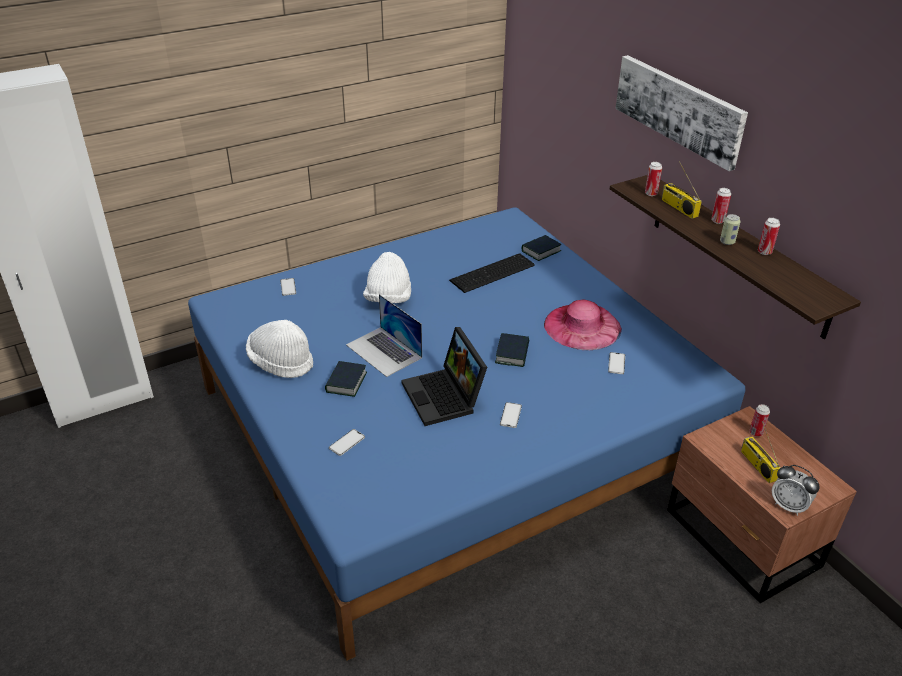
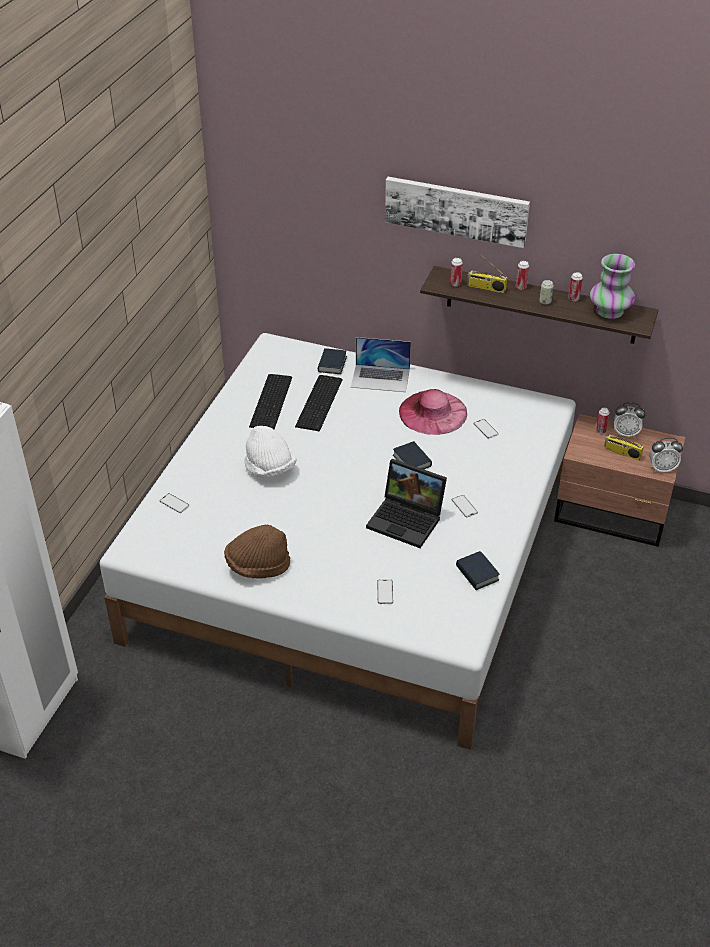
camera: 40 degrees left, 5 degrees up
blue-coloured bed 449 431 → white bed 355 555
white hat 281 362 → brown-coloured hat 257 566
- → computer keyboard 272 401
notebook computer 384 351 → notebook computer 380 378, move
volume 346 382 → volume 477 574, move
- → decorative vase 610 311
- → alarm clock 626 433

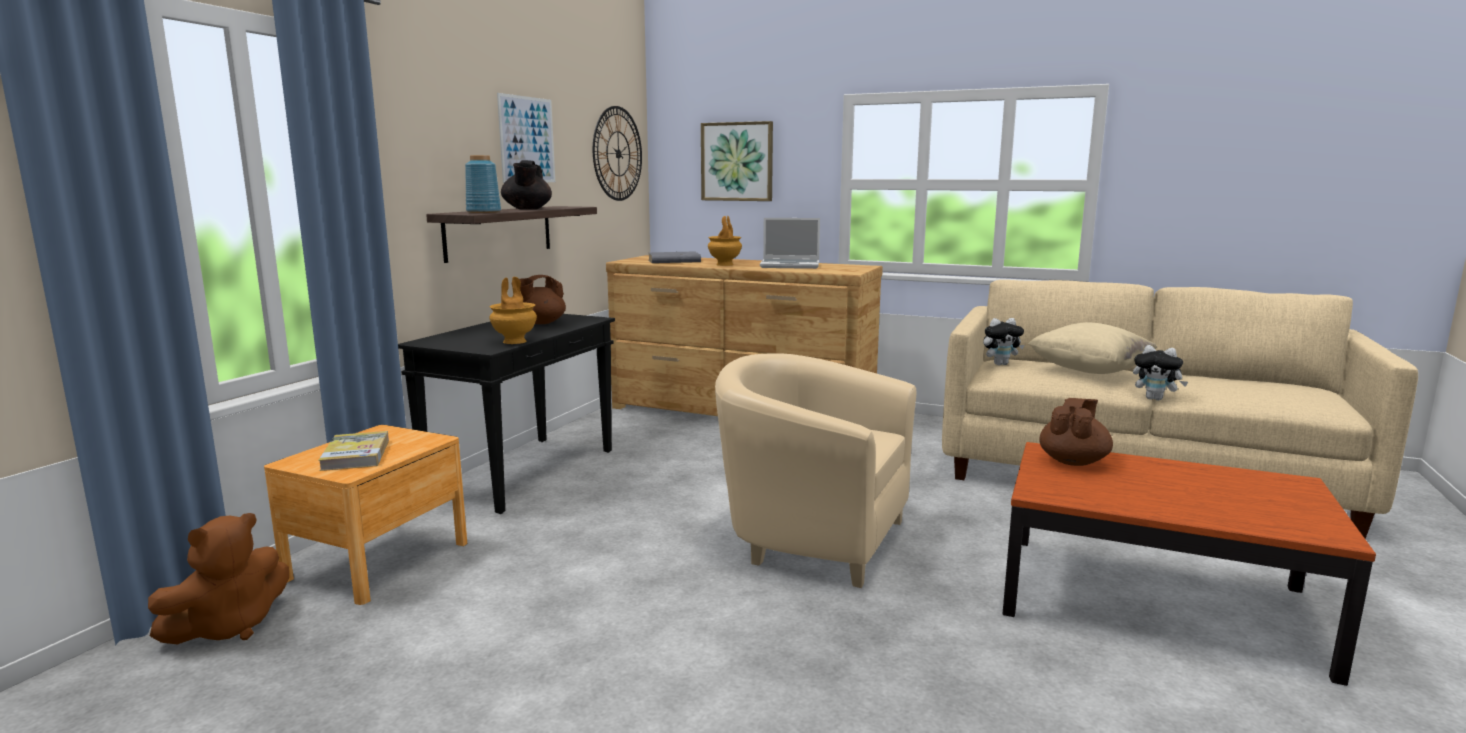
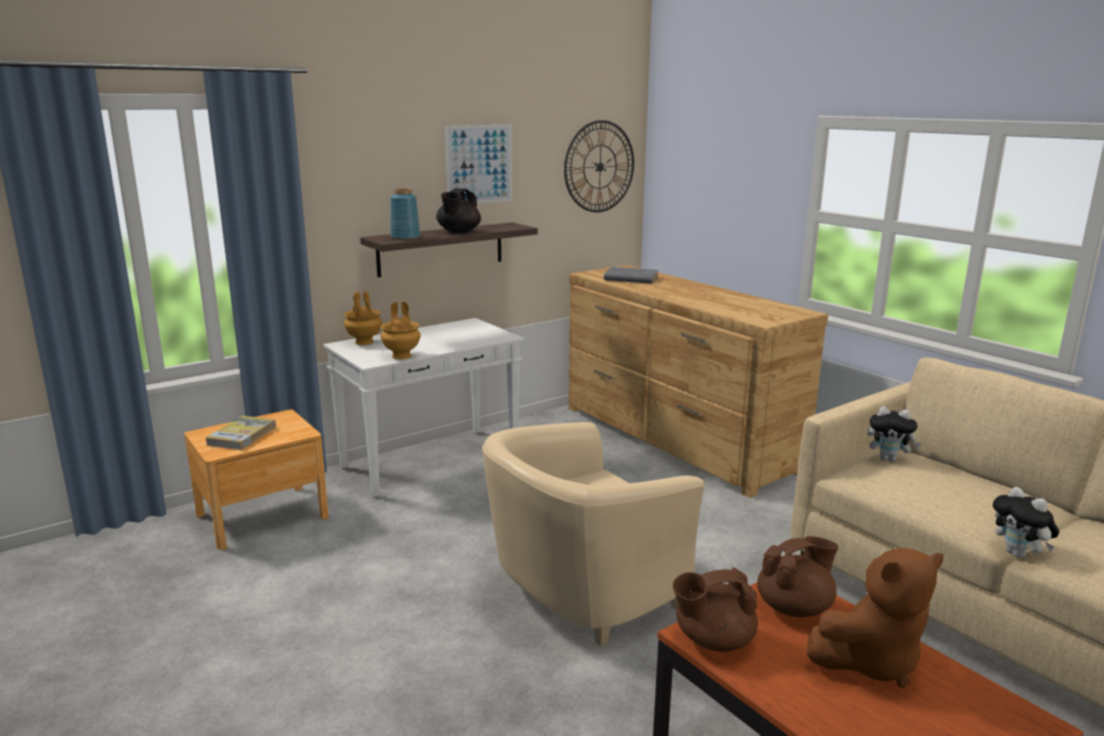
camera: 30 degrees right, 5 degrees up
black-coloured console table 524 472 → white console table 431 461
brown-coloured decorative vase 724 264 → brown-coloured decorative vase 364 342, move
sand-coloured armchair 811 538 → sand-coloured armchair 579 596, 90 degrees counterclockwise
brown-coloured tea pot 540 323 → brown-coloured tea pot 712 640, move
brown-coloured cuddly toy 229 627 → brown-coloured cuddly toy 870 661, move
picture 737 161 → -
notebook computer 791 265 → -
sand-coloured cushion 1089 372 → -

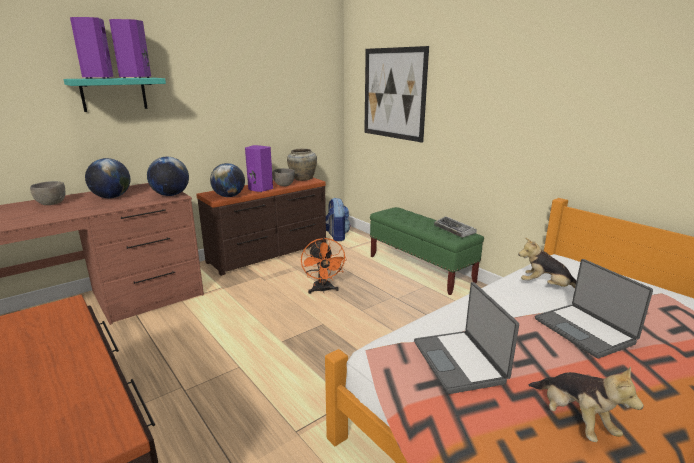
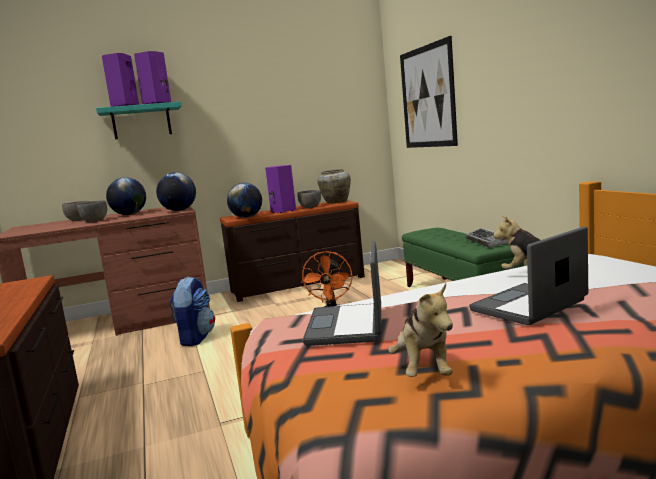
camera: 20 degrees right, 10 degrees down
- → grey bowl 95 221
knapsack 336 236 → knapsack 195 338, move
notebook computer 585 330 → notebook computer 530 306, 60 degrees clockwise

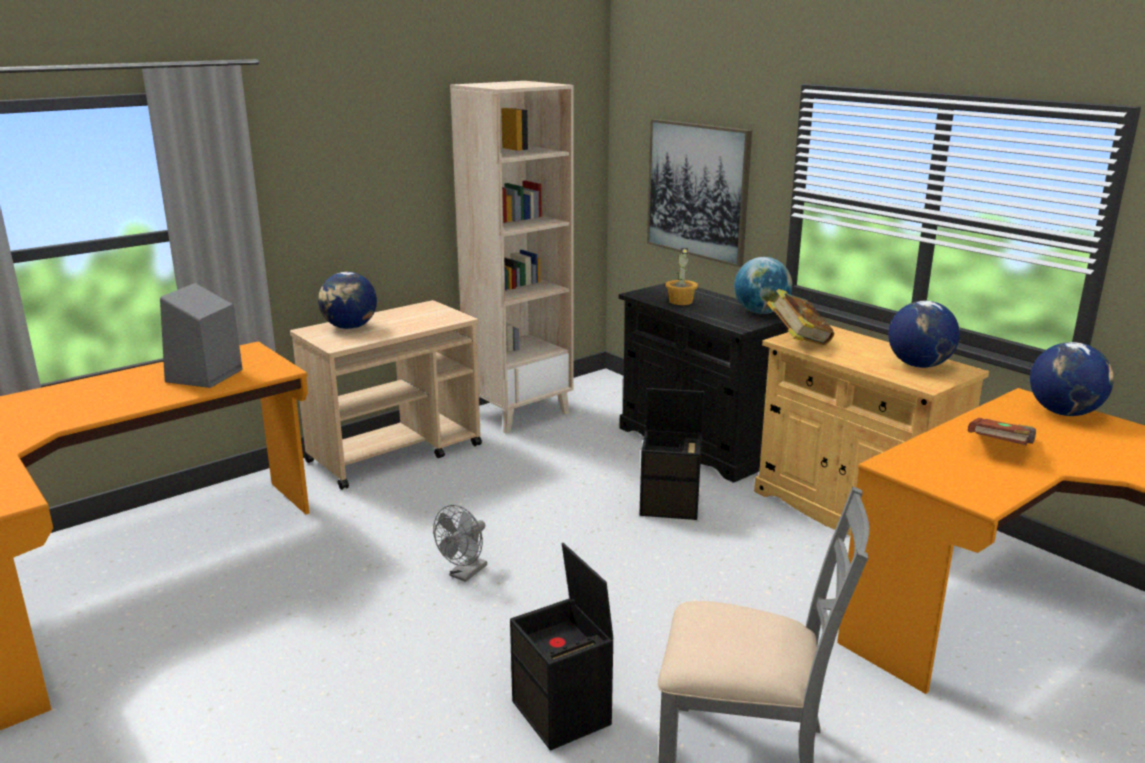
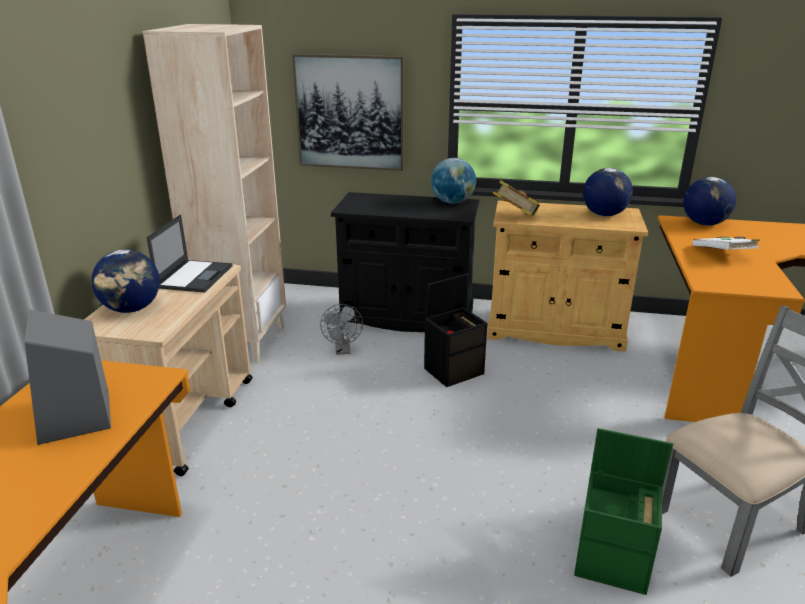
camera: 40 degrees left, 5 degrees up
- → notebook computer 195 276
grey electric fan 465 574 → grey electric fan 343 350, move
black-coloured storage bin 563 713 → green-coloured storage bin 613 562
brown-coloured volume 1000 447 → white volume 723 254
houseplant 680 301 → -

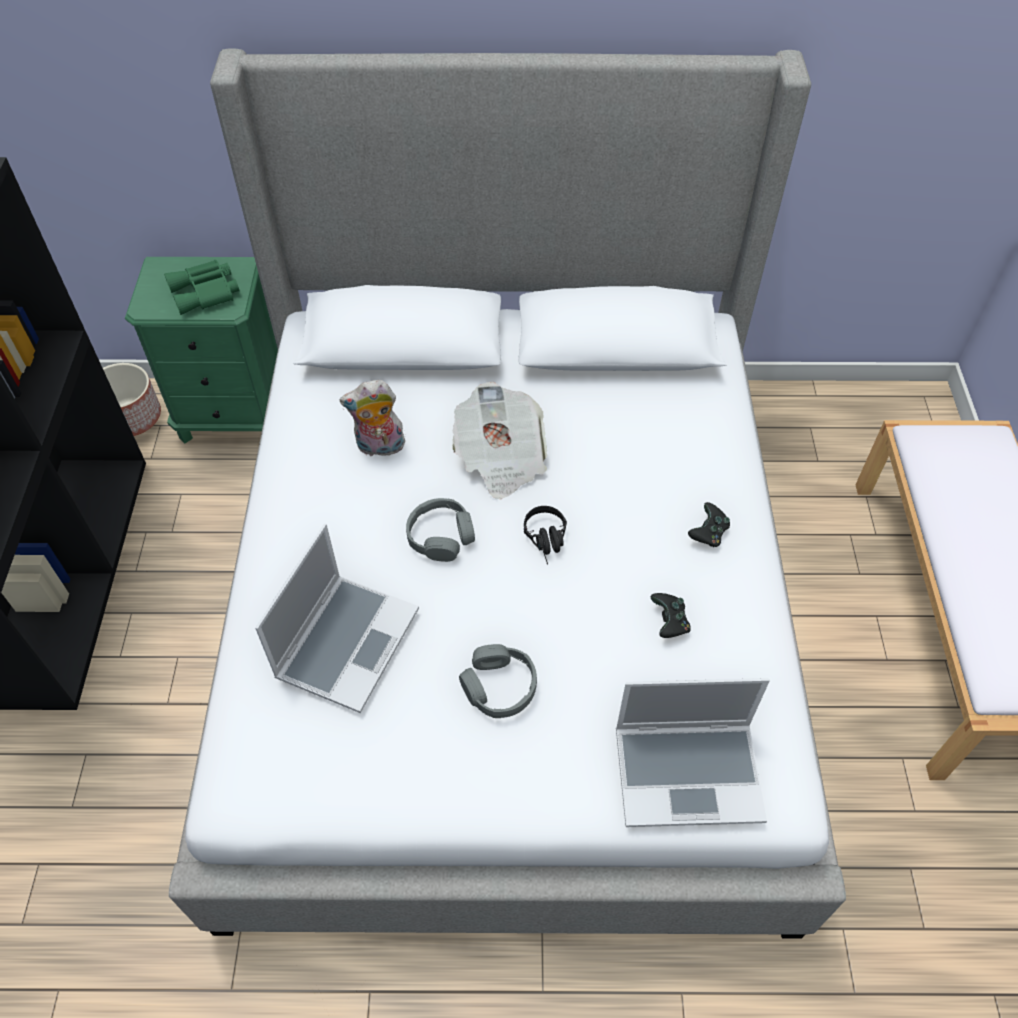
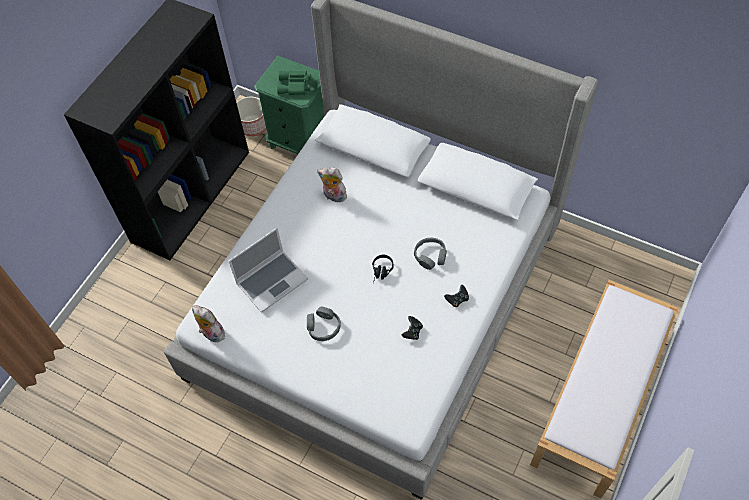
camera: 30 degrees right, 5 degrees up
- → cuddly toy 211 333
grey headset 441 536 → grey headset 430 256, move
daily paper 500 458 → -
notebook computer 689 772 → -

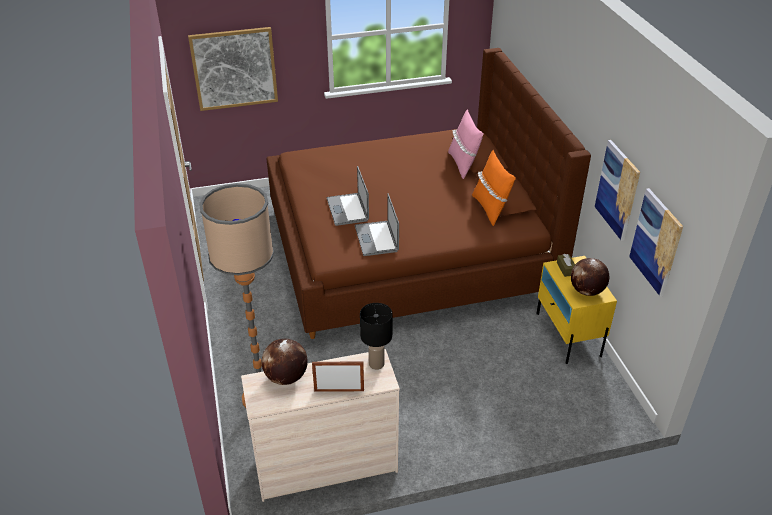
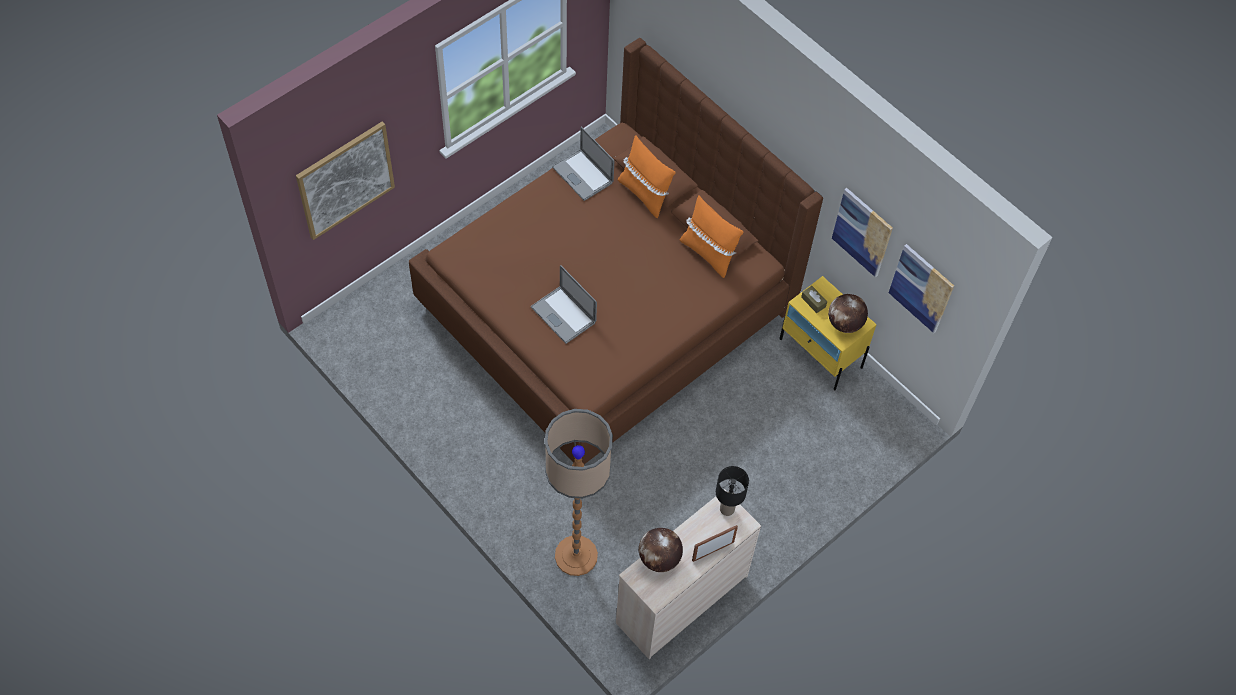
camera: 30 degrees left, 20 degrees up
notebook computer 376 238 → notebook computer 582 175, move
pink cushion 463 164 → orangey cushion 644 194

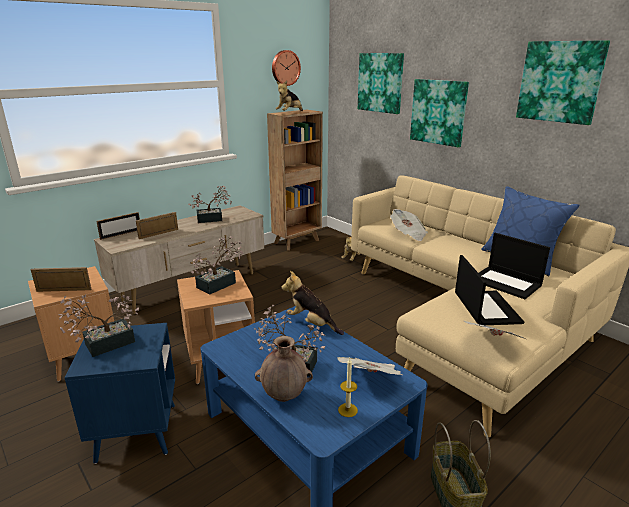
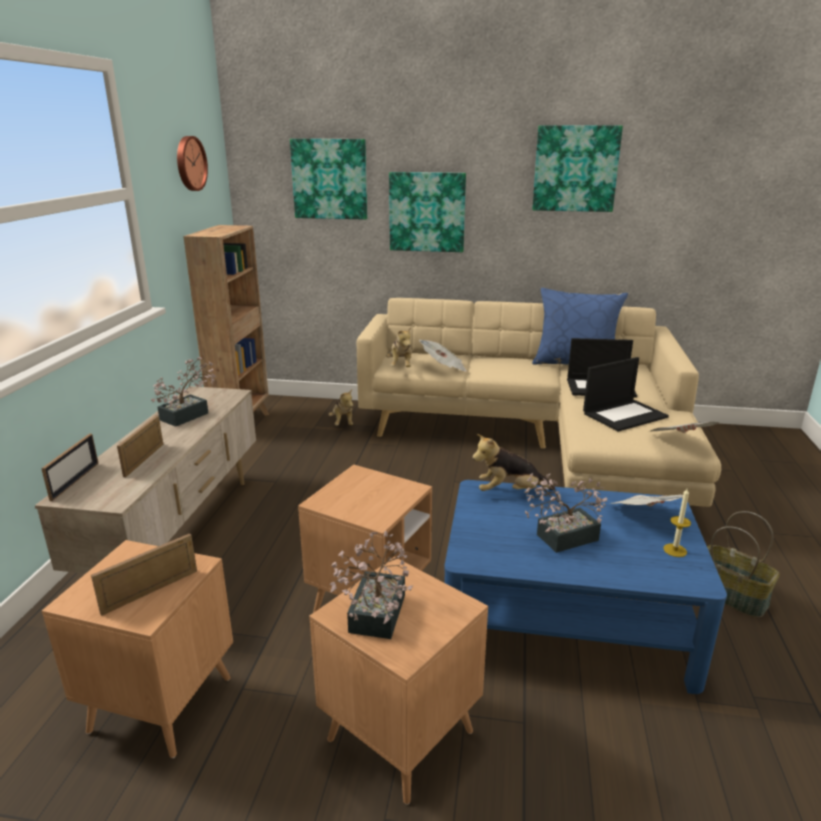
camera: 40 degrees left, 0 degrees up
blue-coloured accent table 137 432 → brown-coloured accent table 400 736
cuddly toy 289 113 → cuddly toy 401 366, move
notebook computer 485 307 → notebook computer 624 415, 105 degrees clockwise
houseplant 220 284 → -
brown-coloured decorative vase 284 396 → -

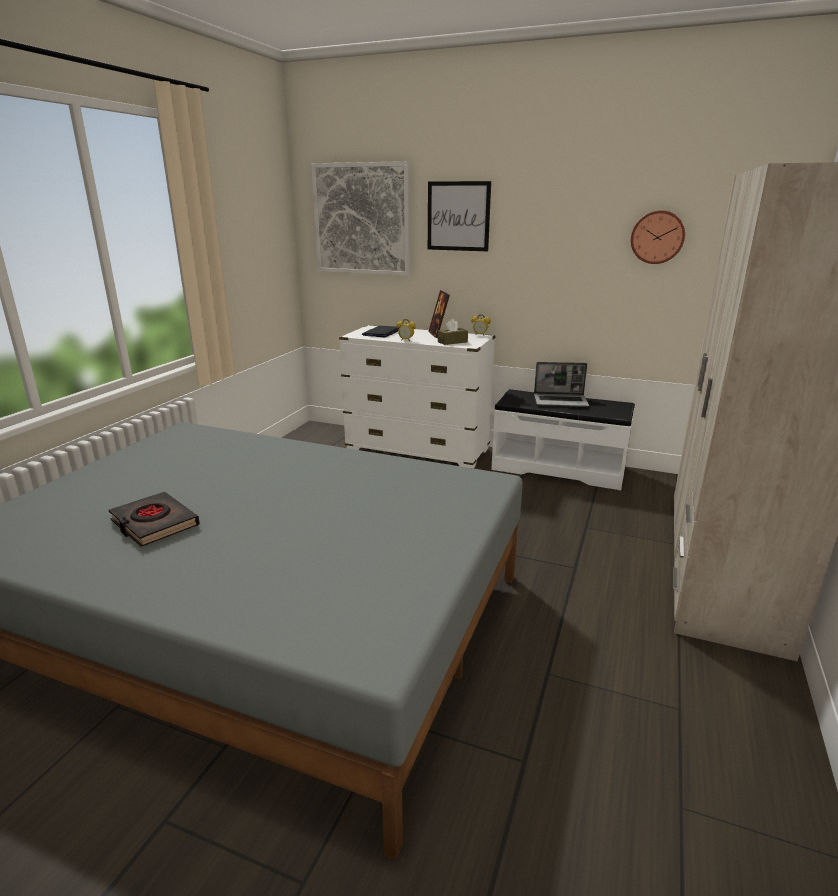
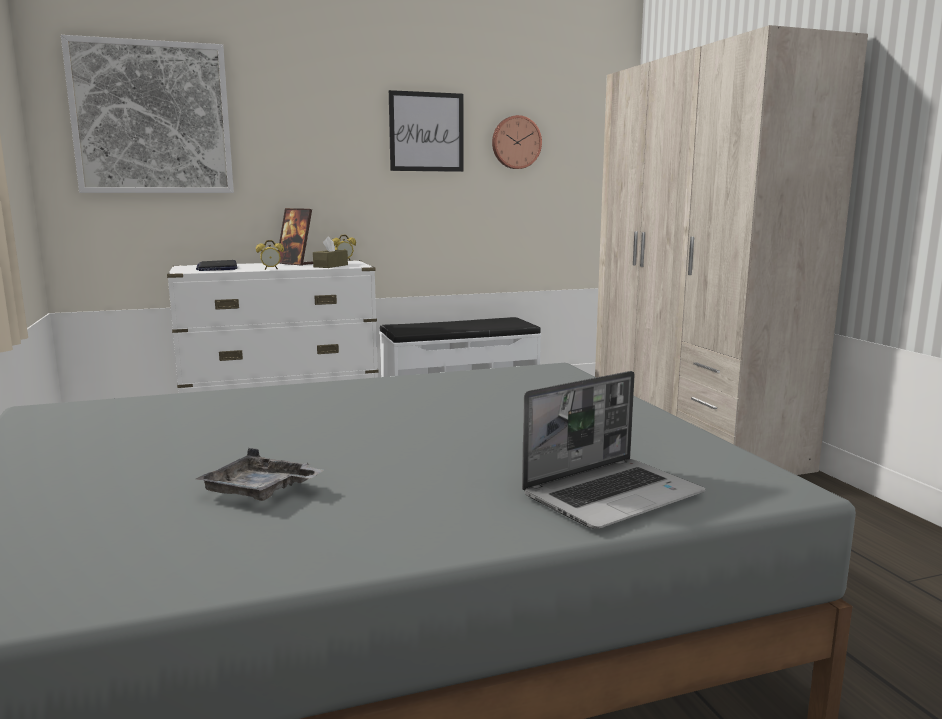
camera: 40 degrees left, 10 degrees down
black-coloured volume 154 524 → grey serving tray 260 491
picture 458 216 → picture 426 132, move
notebook computer 561 401 → notebook computer 613 494, move

